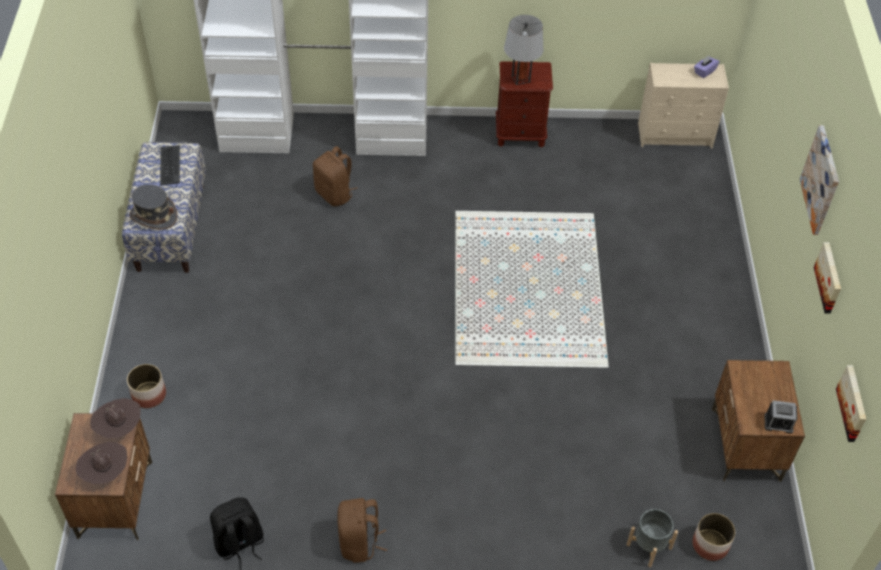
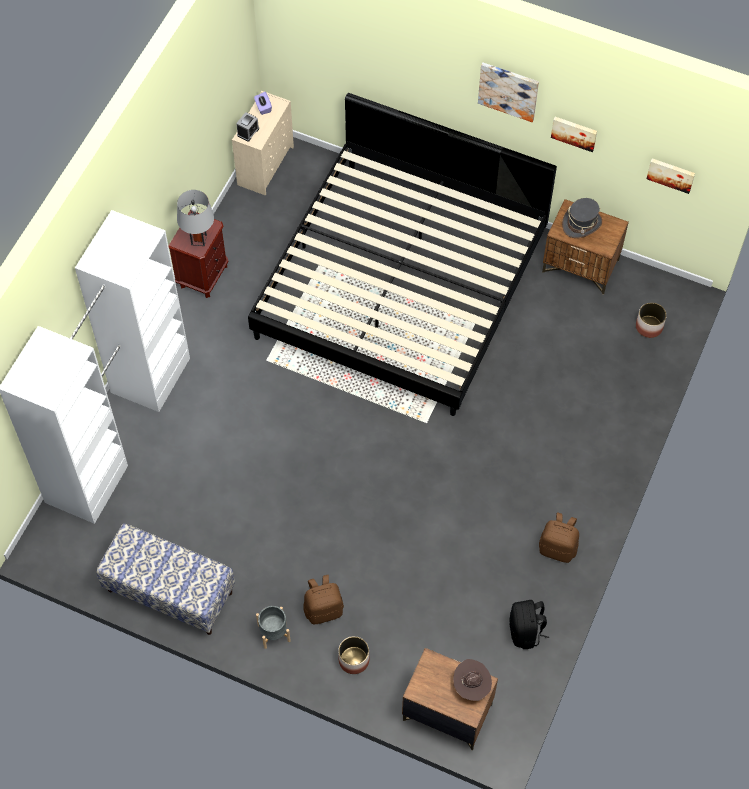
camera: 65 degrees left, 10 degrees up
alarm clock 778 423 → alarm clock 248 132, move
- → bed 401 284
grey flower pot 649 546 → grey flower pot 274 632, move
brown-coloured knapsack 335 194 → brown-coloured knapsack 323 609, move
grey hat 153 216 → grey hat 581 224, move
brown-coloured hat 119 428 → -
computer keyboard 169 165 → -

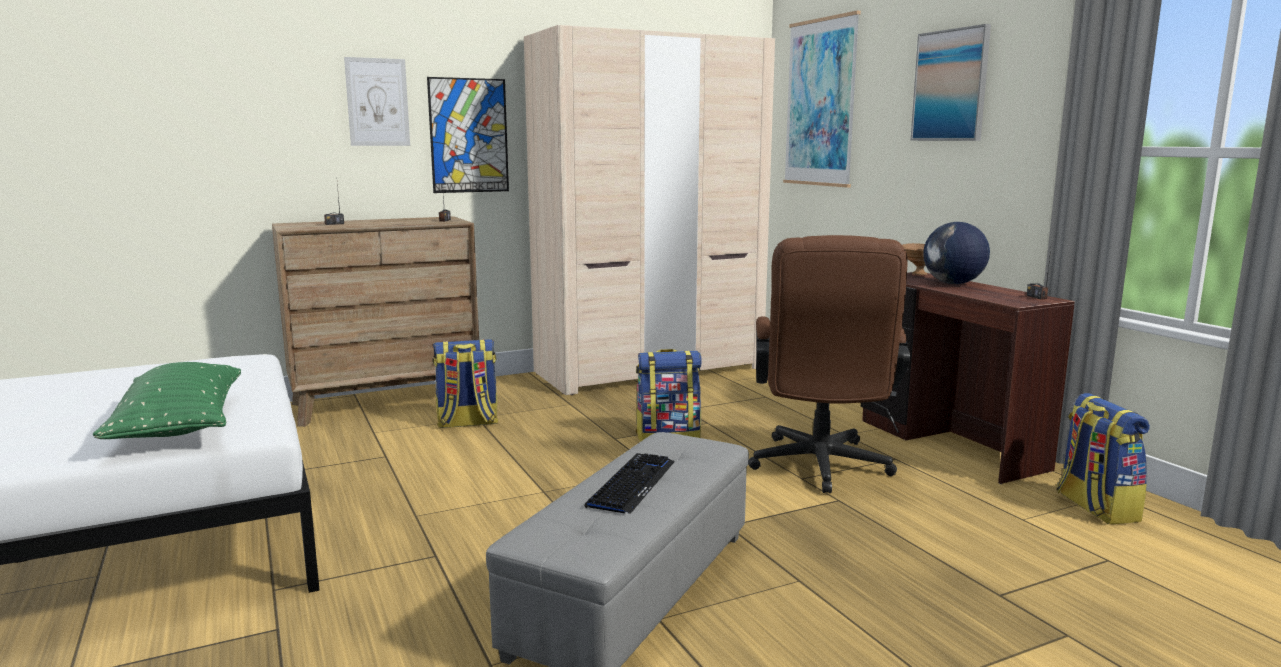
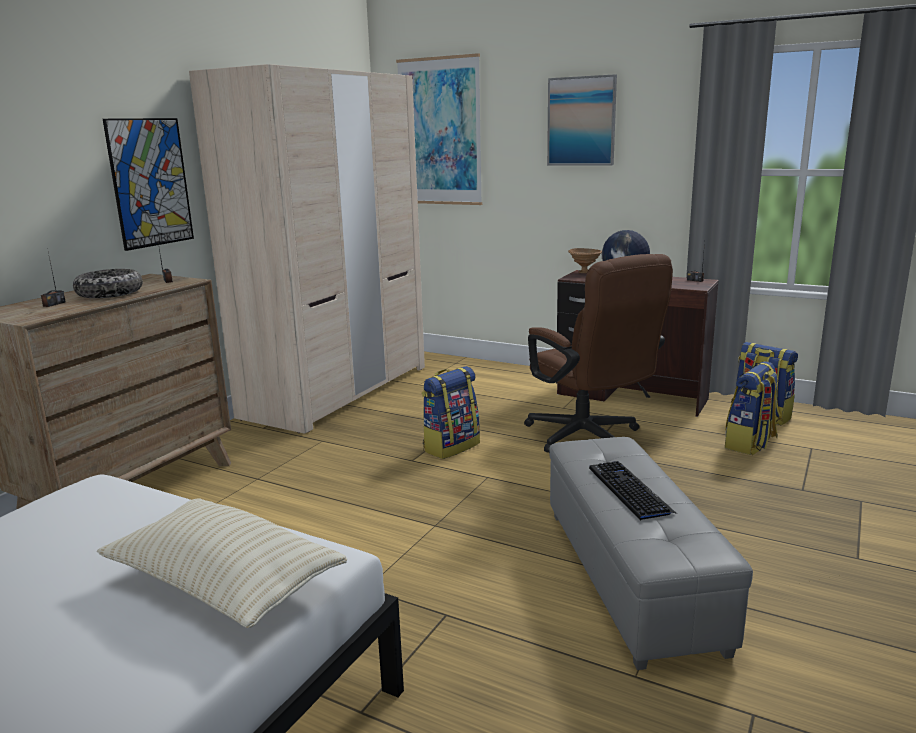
camera: 35 degrees left, 5 degrees up
- → bowl 110 293
green-coloured cushion 180 426 → sand-coloured cushion 224 584
knapsack 467 423 → knapsack 750 444, move
picture 377 102 → -

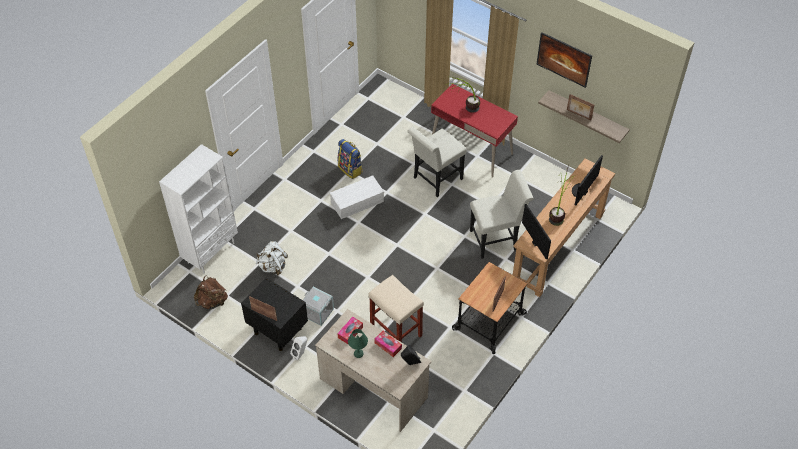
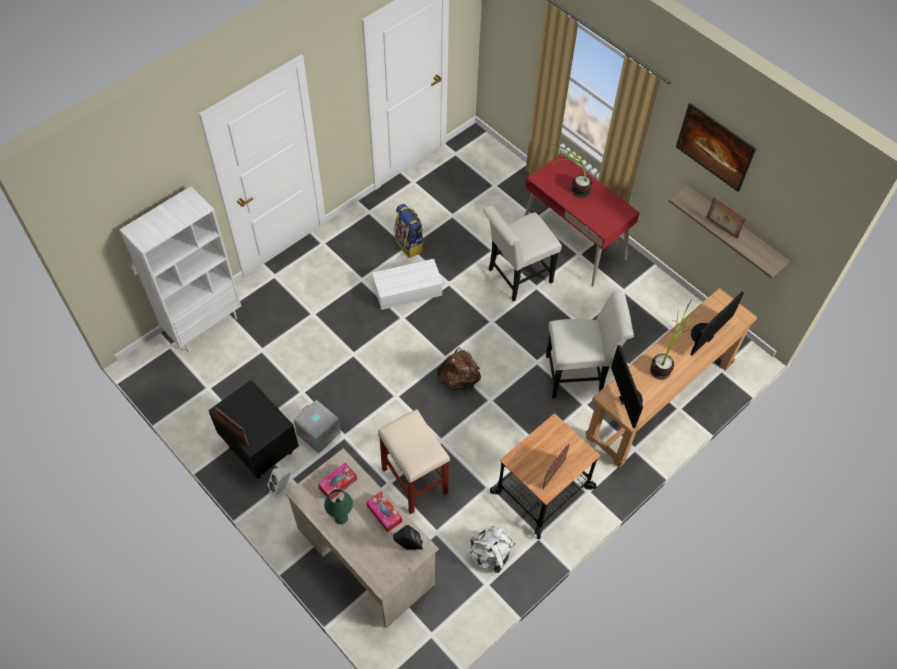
camera: 10 degrees right, 5 degrees up
brown-coloured knapsack 212 302 → brown-coloured knapsack 459 380, move
white knapsack 273 266 → white knapsack 490 555, move

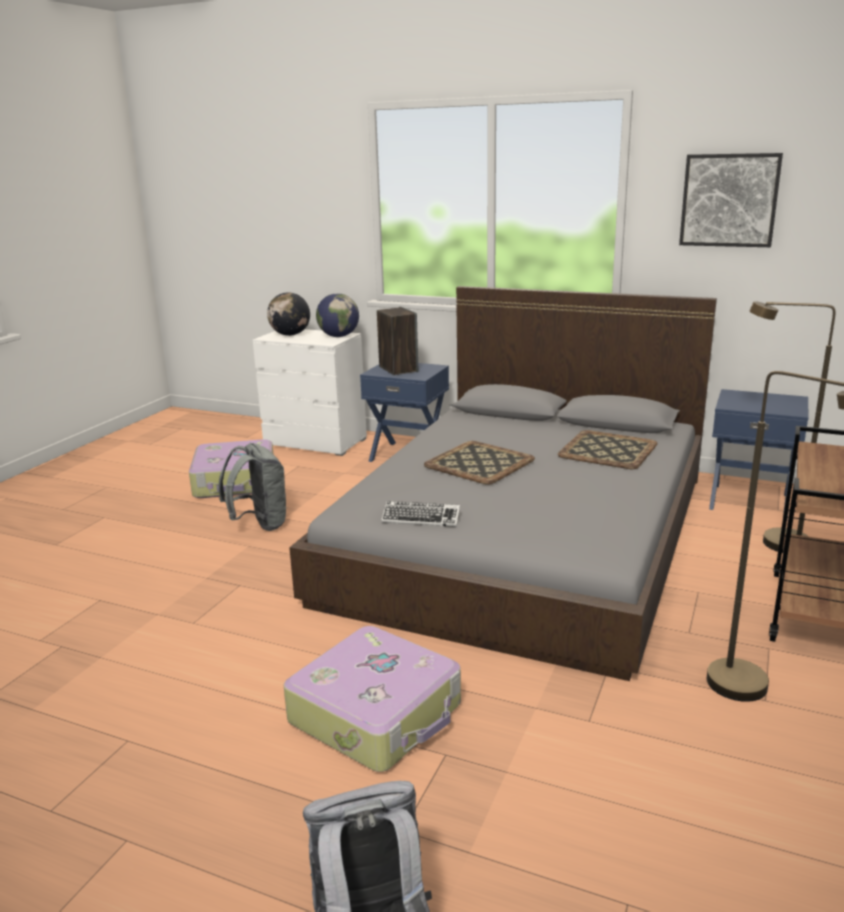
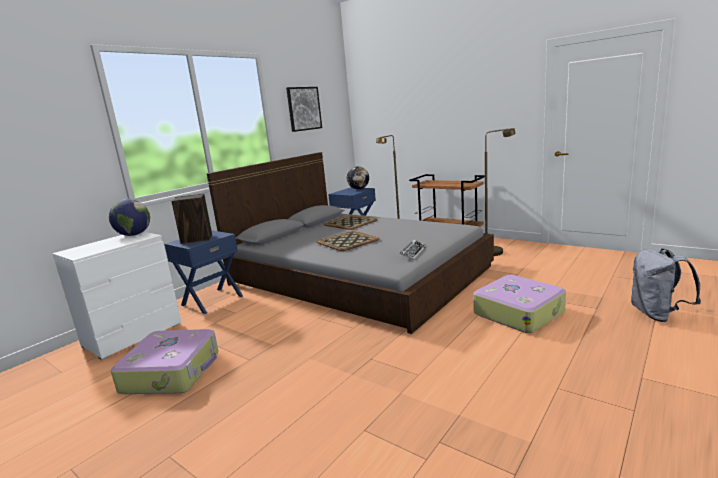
camera: 75 degrees left, 5 degrees down
globe 290 335 → globe 359 189, move
grey knapsack 259 524 → -

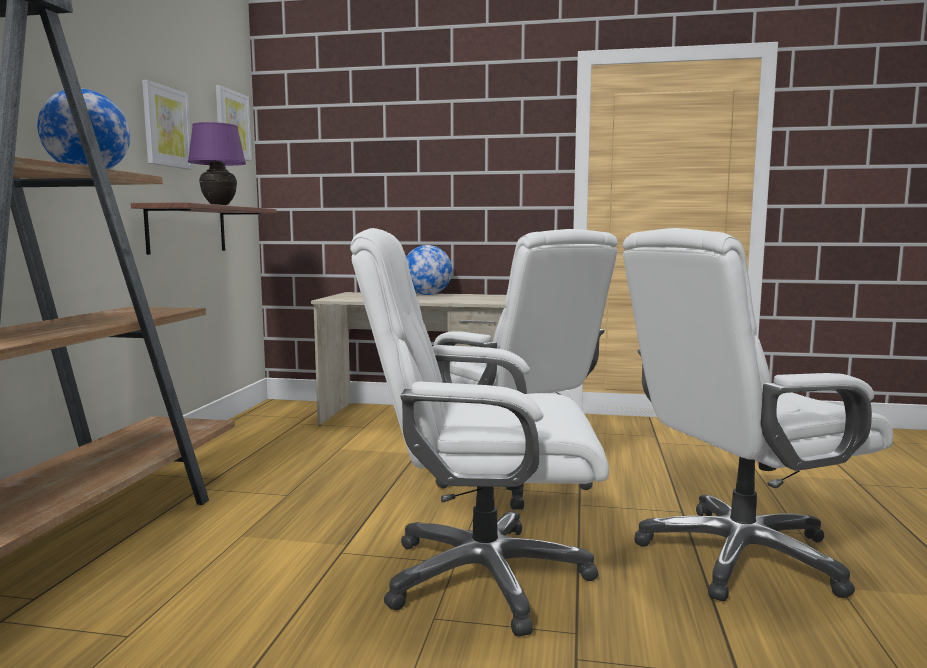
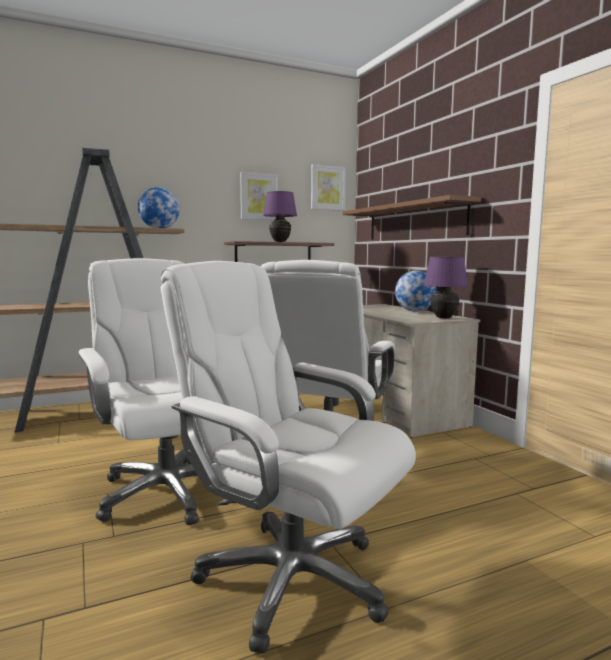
camera: 55 degrees right, 0 degrees up
- → brown-coloured wall shelf 414 221
- → purple table lamp 443 318

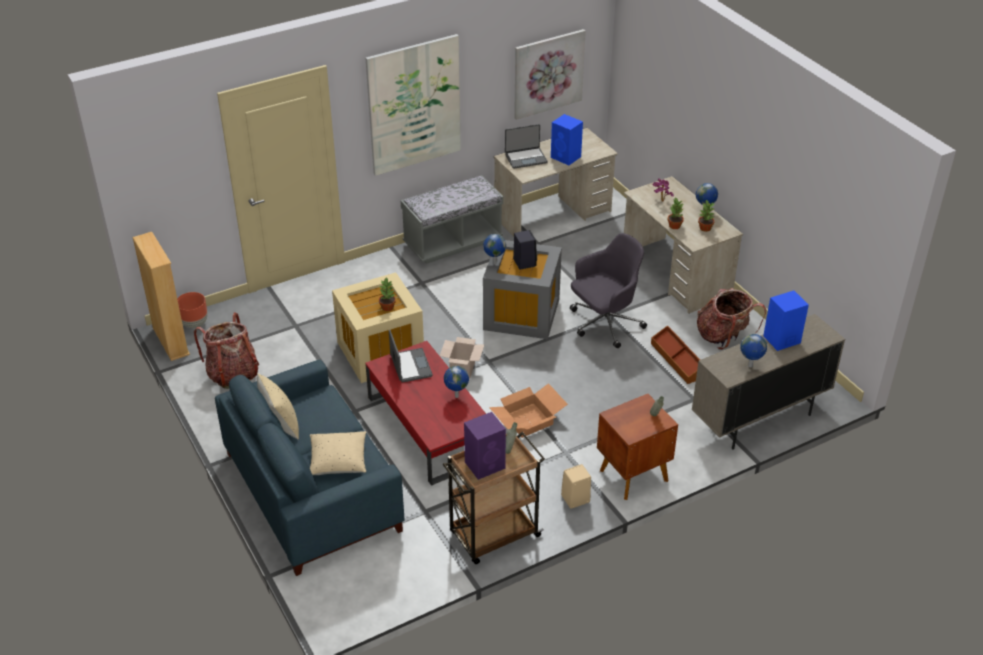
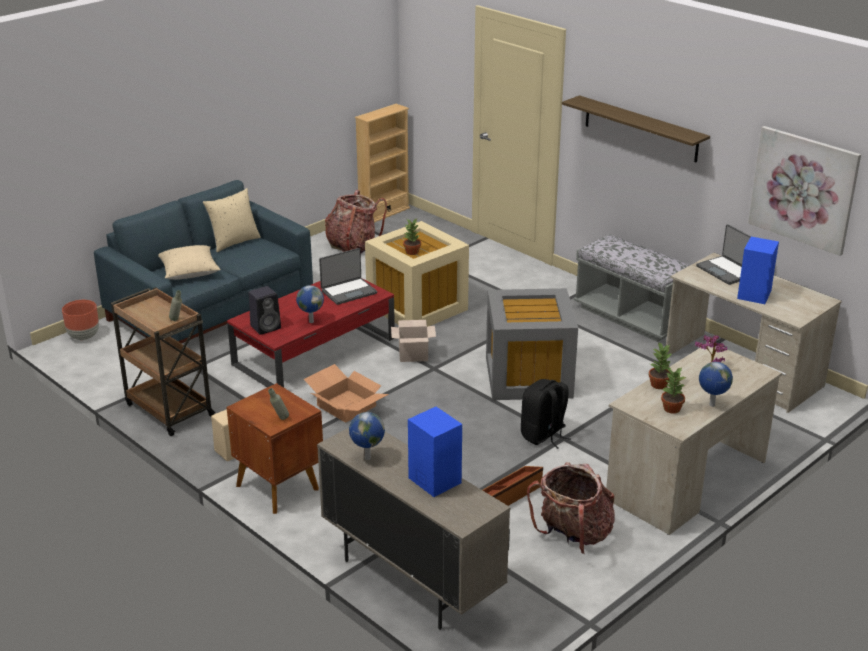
camera: 75 degrees right, 10 degrees down
brown-coloured flower pot 194 323 → brown-coloured flower pot 84 336, move
black-coloured loudspeaker 524 262 → black-coloured loudspeaker 266 327, move
grey desk chair 604 324 → black-coloured knapsack 543 436
picture 414 105 → wall shelf 640 129
purple loudspeaker 485 465 → -
globe 494 263 → -

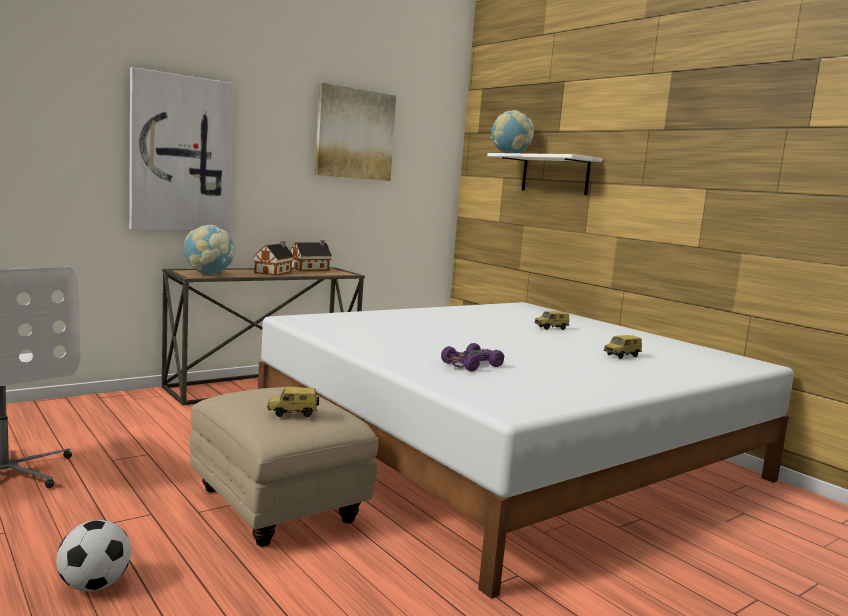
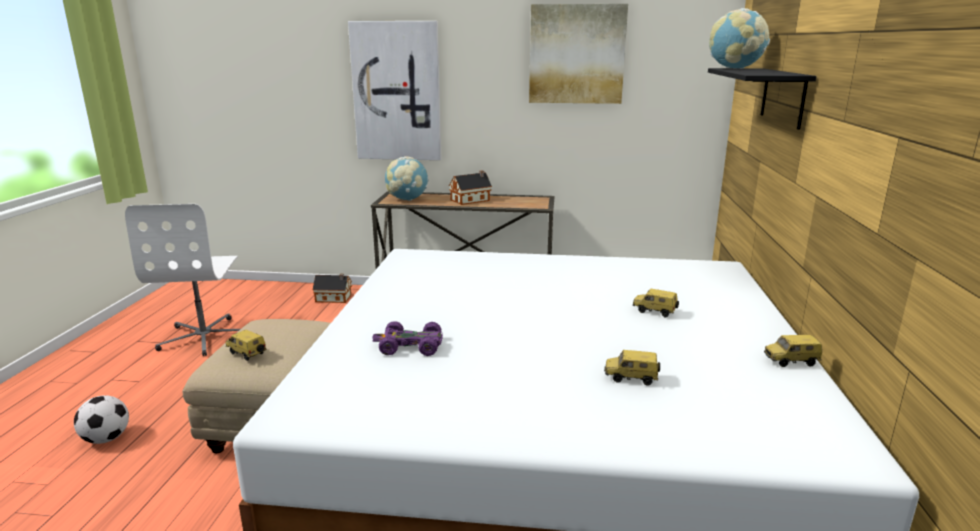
camera: 45 degrees right, 10 degrees up
model house 310 269 → model house 334 298, move
white wall shelf 555 175 → black-coloured wall shelf 783 97
- → model car 791 362

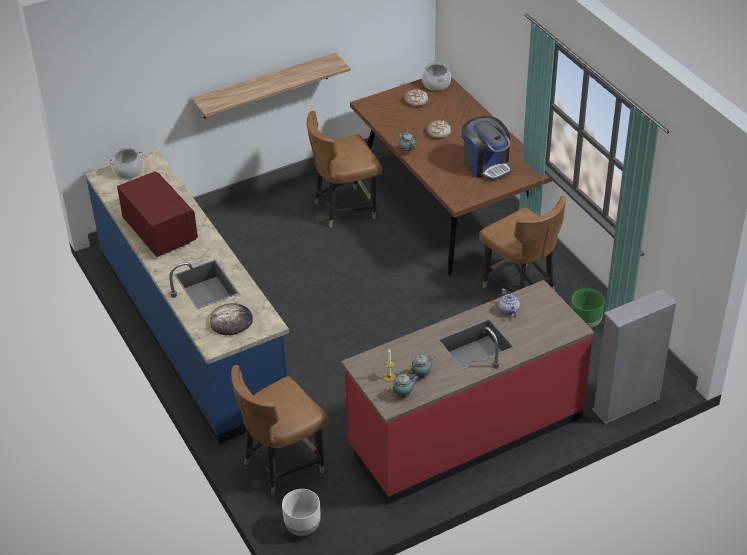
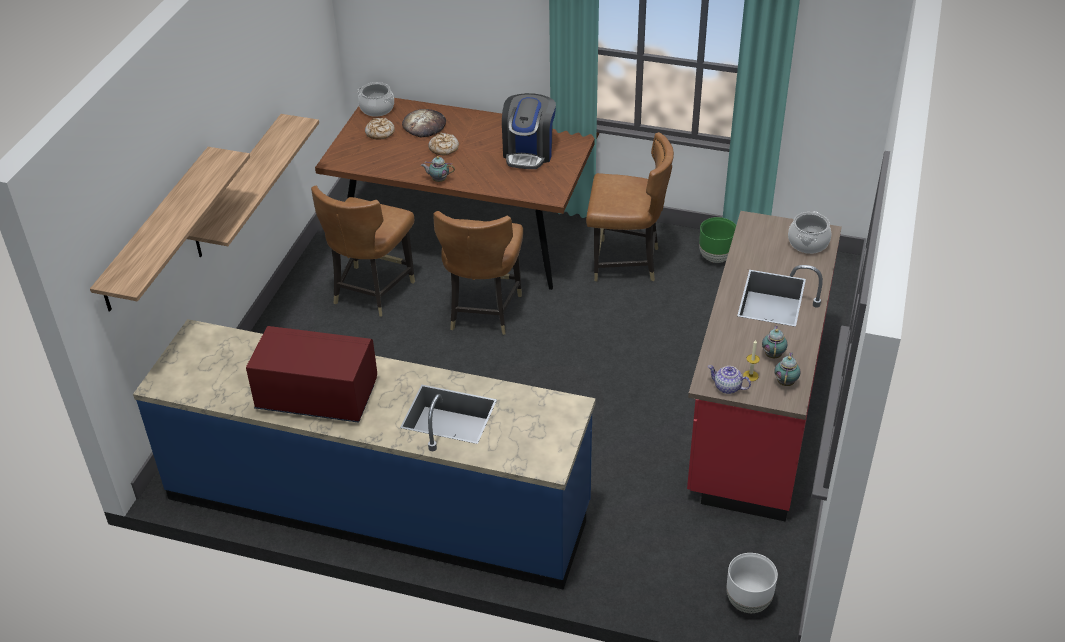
camera: 45 degrees left, 0 degrees up
- → wall shelf 156 229
bakery bread 231 321 → bakery bread 424 125, move
brown-coloured upright chair 282 465 → brown-coloured upright chair 482 311, move
coffee maker 486 165 → coffee maker 529 152, 90 degrees clockwise
tea pot 508 311 → tea pot 727 387, move
stockpot 128 171 → stockpot 808 243, move
grey bookshelf 626 404 → -

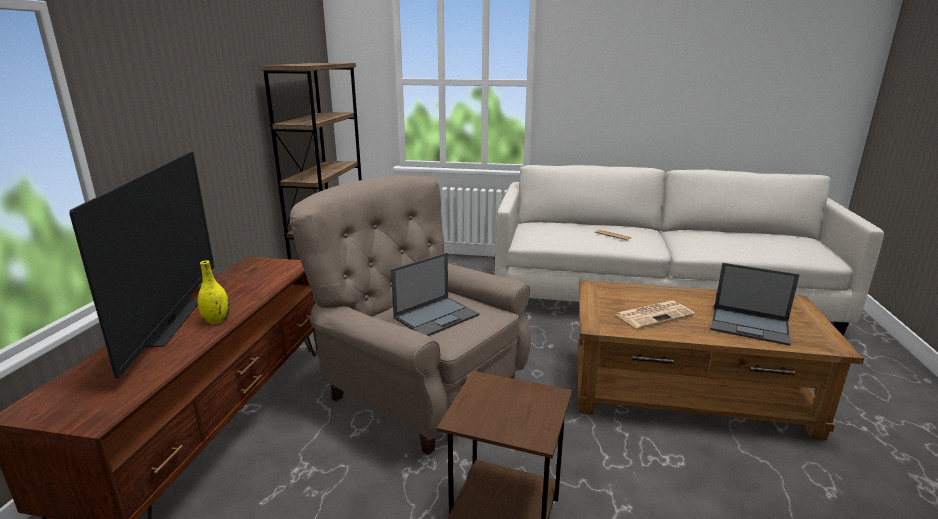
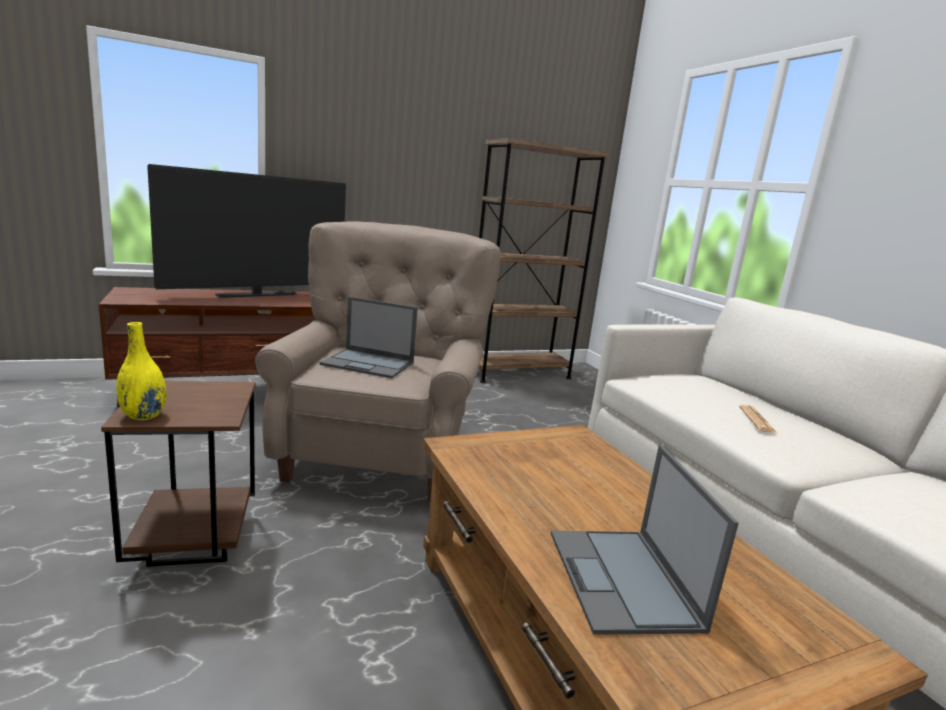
camera: 55 degrees right, 5 degrees down
yellowish decorative vase 216 320 → yellowish decorative vase 143 416, move
daily paper 654 314 → -

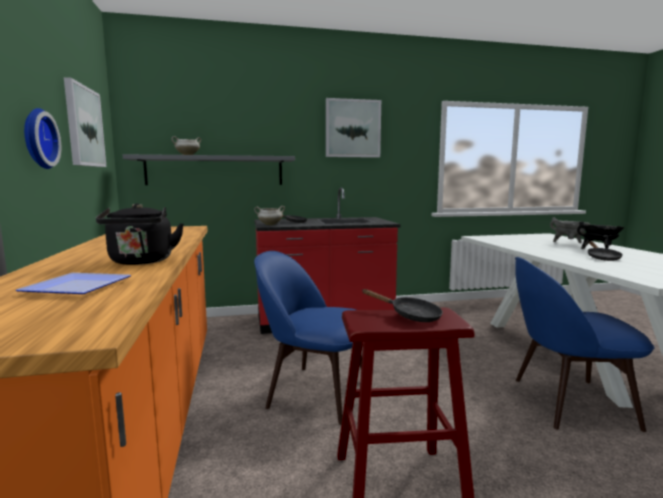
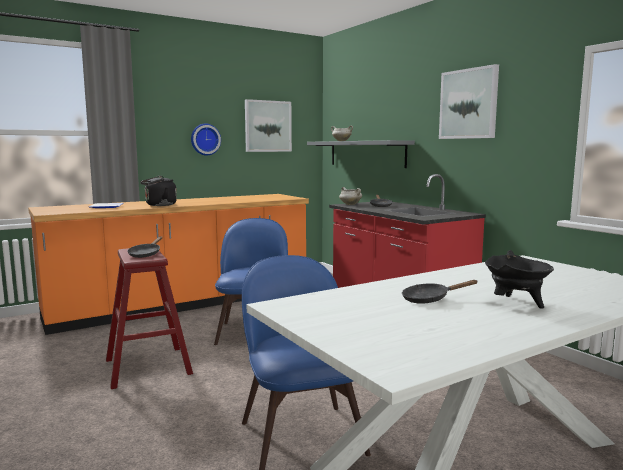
camera: 70 degrees right, 0 degrees up
grey stockpot 568 243 → -

